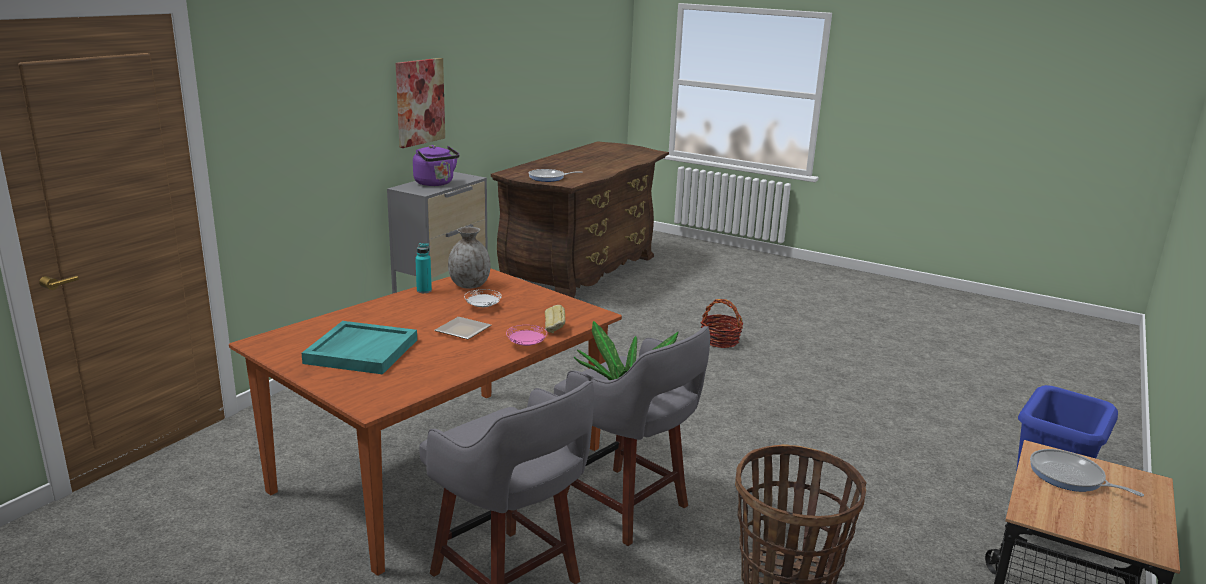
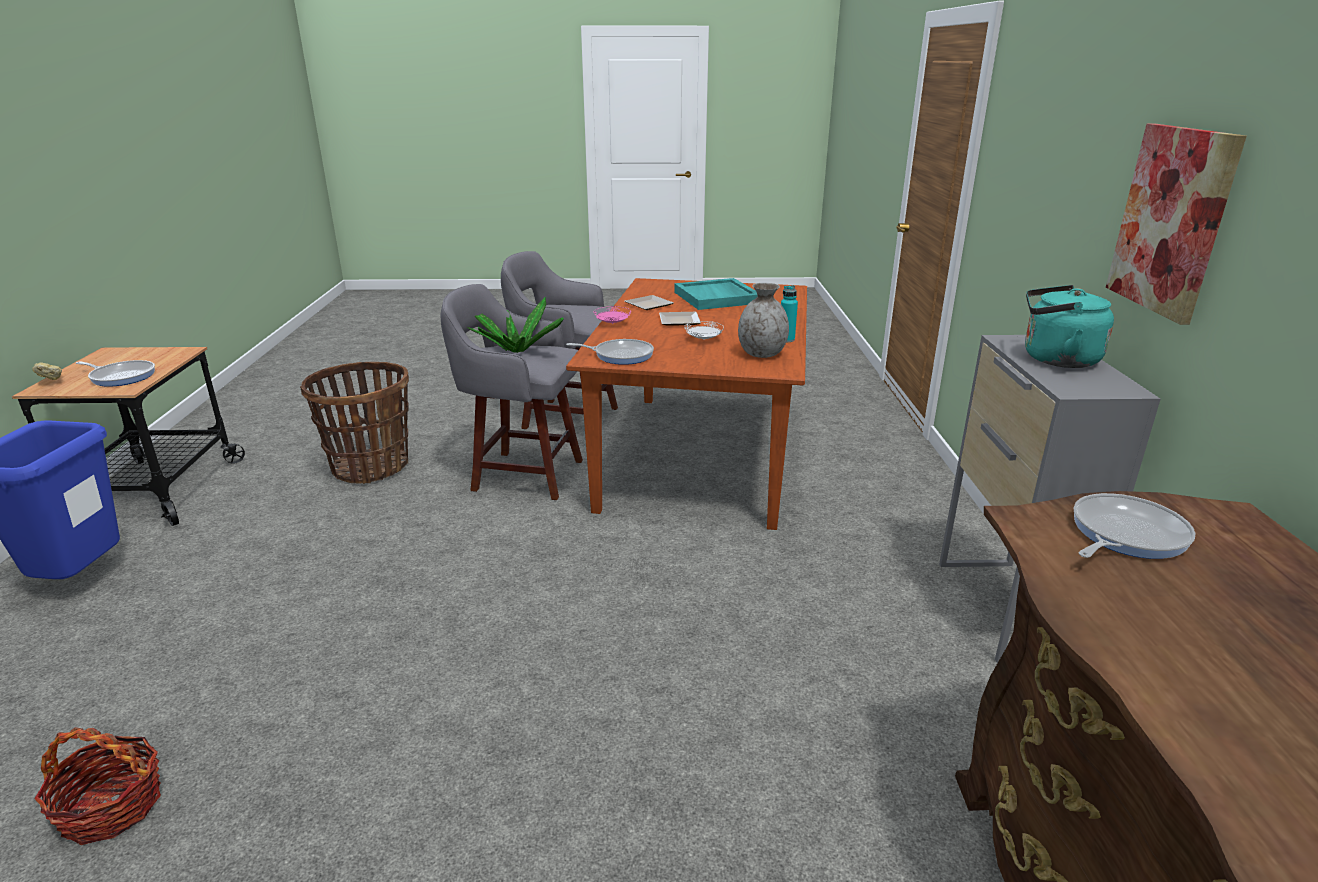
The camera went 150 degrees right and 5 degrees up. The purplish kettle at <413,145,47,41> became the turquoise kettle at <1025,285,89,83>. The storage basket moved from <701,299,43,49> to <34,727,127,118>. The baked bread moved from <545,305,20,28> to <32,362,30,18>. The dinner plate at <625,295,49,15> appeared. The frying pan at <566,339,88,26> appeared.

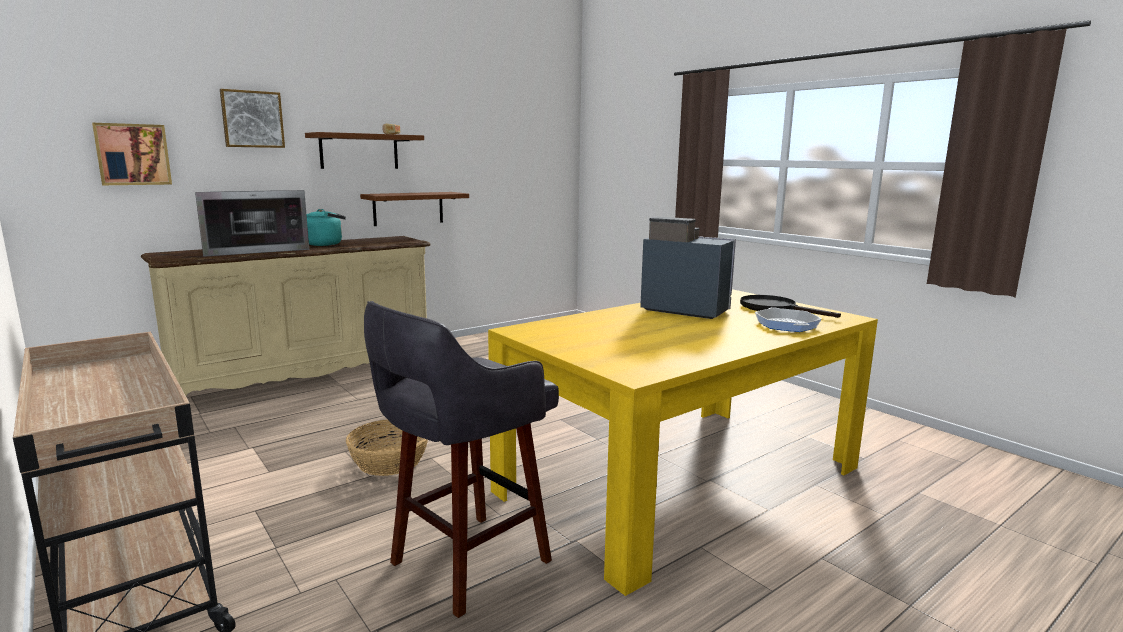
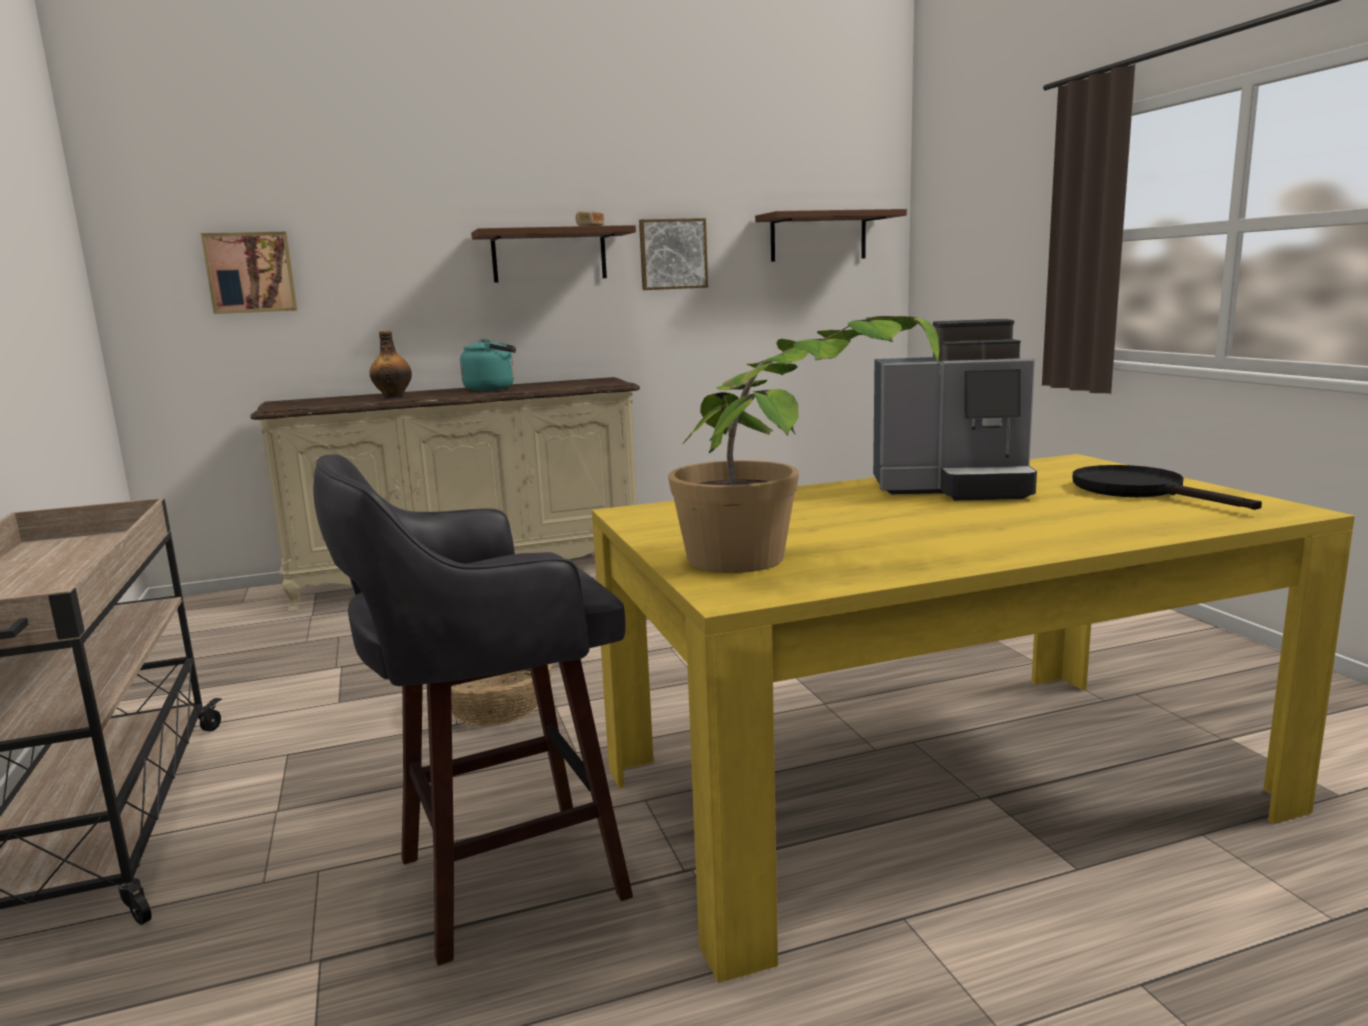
The camera went 20 degrees right and 0 degrees up. The picture moved from <220,89,65,59> to <639,218,69,72>. The microwave oven at <195,190,114,67> was replaced by the bottle at <370,331,42,67>. The brownish bracket shelf moved from <360,192,109,34> to <755,209,152,53>. The coffee machine at <640,217,96,102> turned 135 degrees clockwise. The frying pan at <755,307,67,25> disappeared. The plant in a pot at <668,316,271,257> appeared.

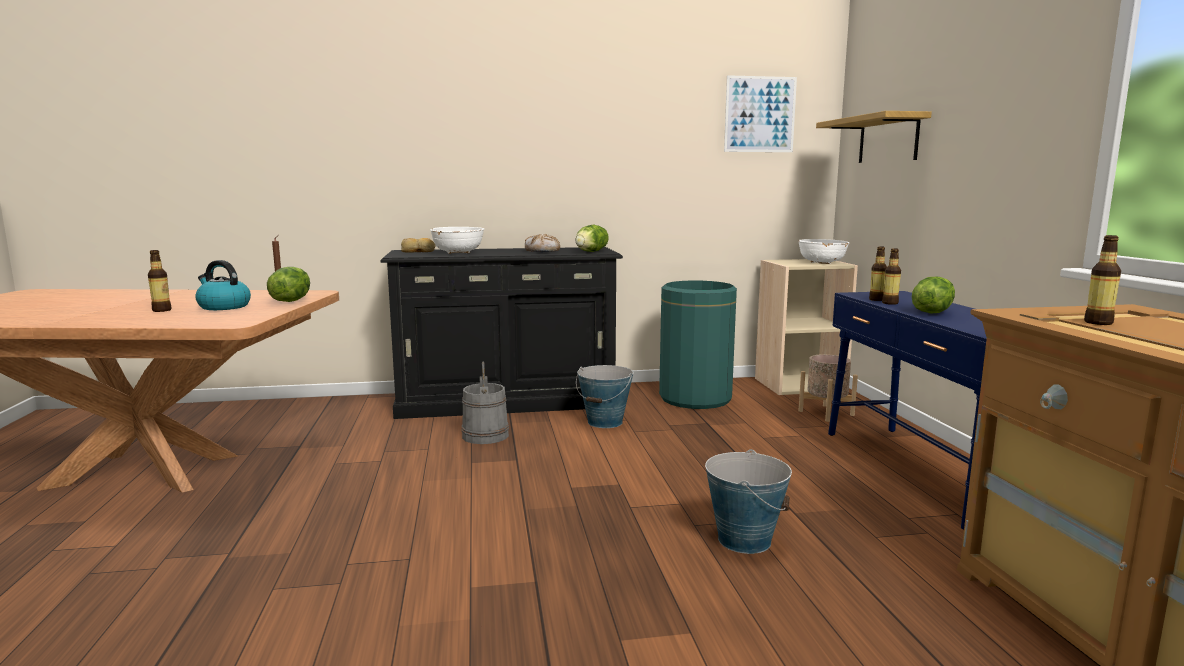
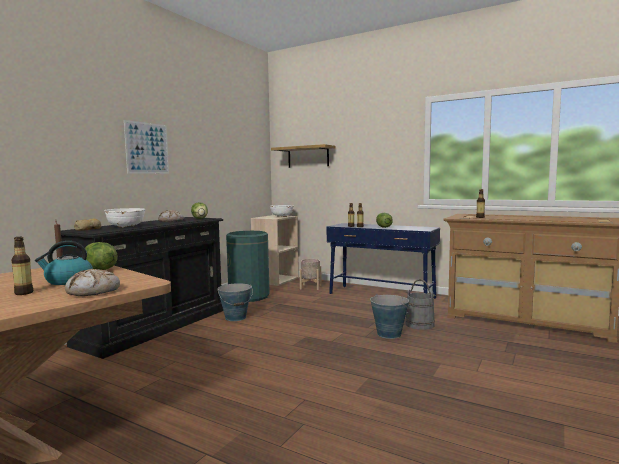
The camera went 50 degrees left and 5 degrees down. The picture moved from <724,75,73,77> to <124,120,45,54>. The greyish bucket moved from <462,361,47,83> to <405,279,31,51>. The baked bread at <65,269,55,27> appeared.

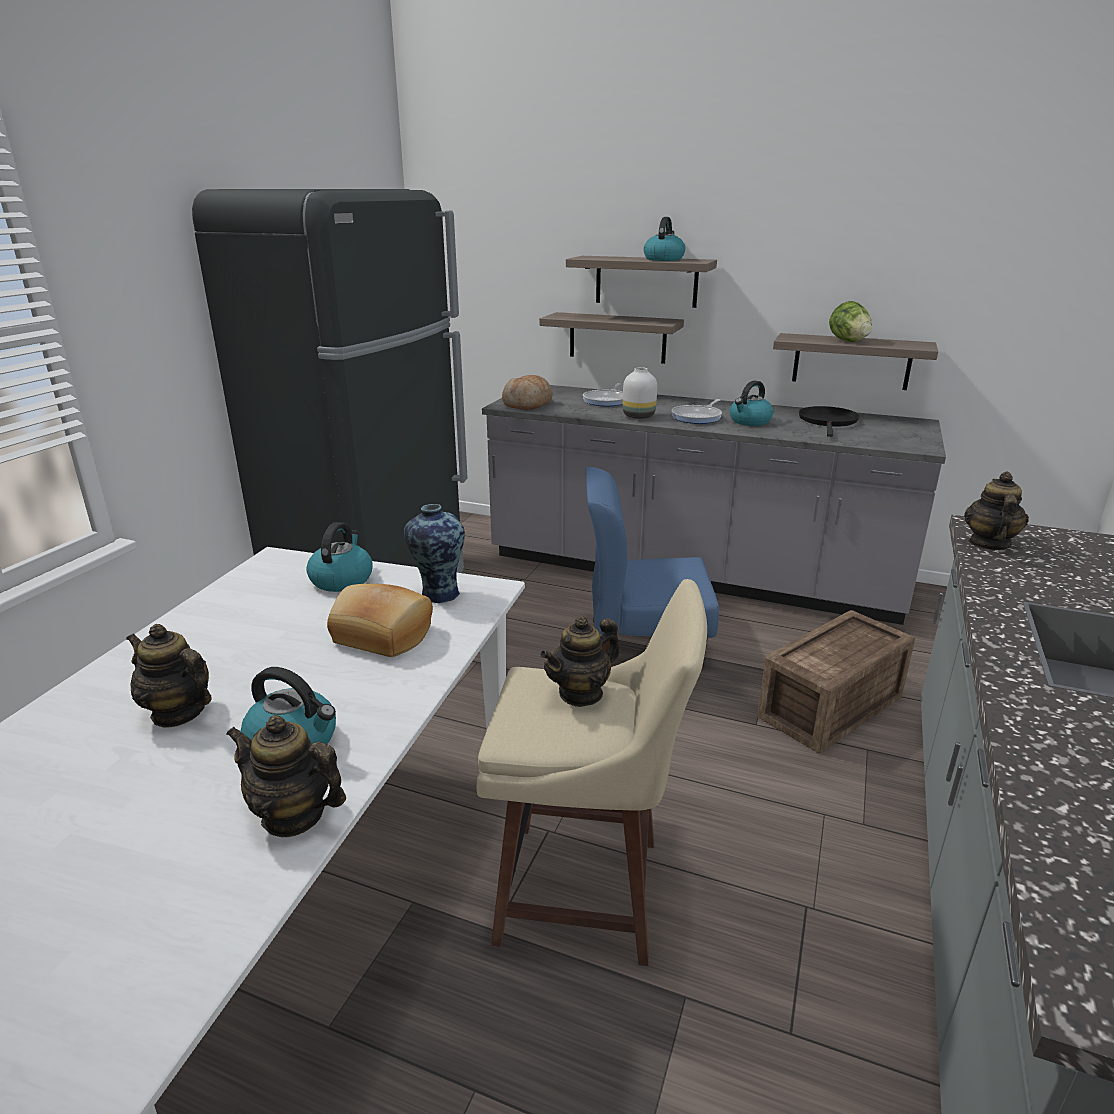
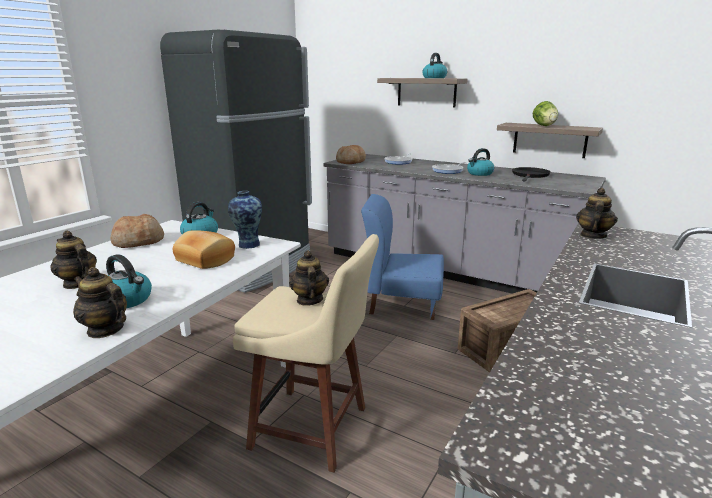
The camera went 10 degrees right and 5 degrees down. The bracket shelf at <539,312,145,52> disappeared. The white flower vase at <623,367,34,52> disappeared. The tea pot at <540,616,80,91> turned 105 degrees clockwise. The baked bread at <111,214,53,34> appeared.

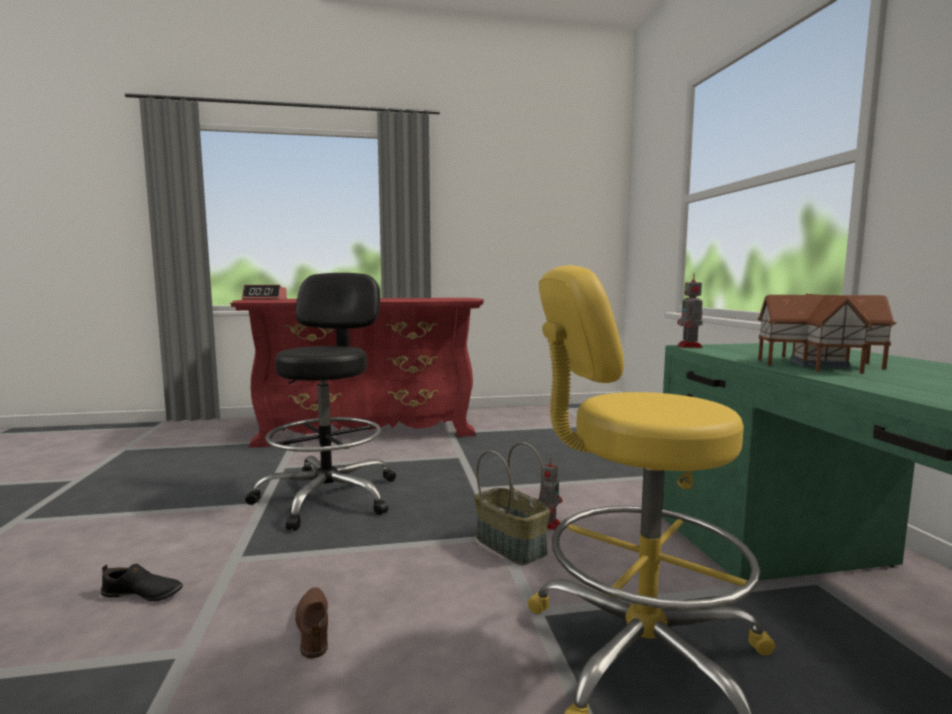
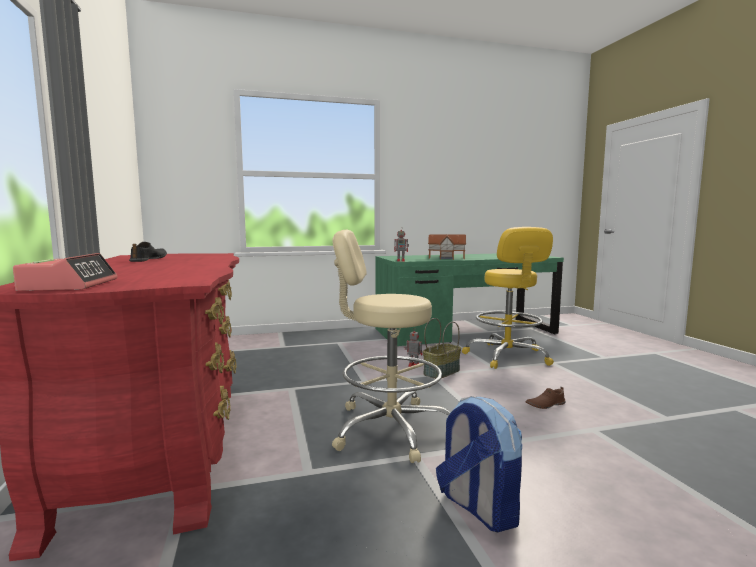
The camera went 95 degrees left and 0 degrees up. The black sitting stool at <245,273,151,257> became the beige sitting stool at <332,230,118,233>. The black item of footwear moved from <101,564,82,37> to <129,242,38,20>. The knapsack at <436,396,86,136> appeared.

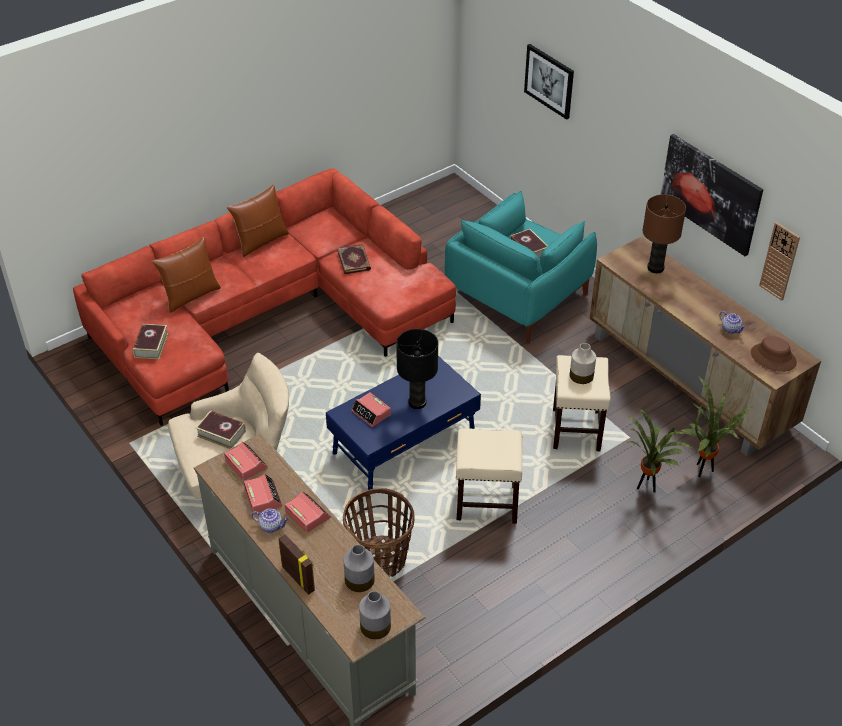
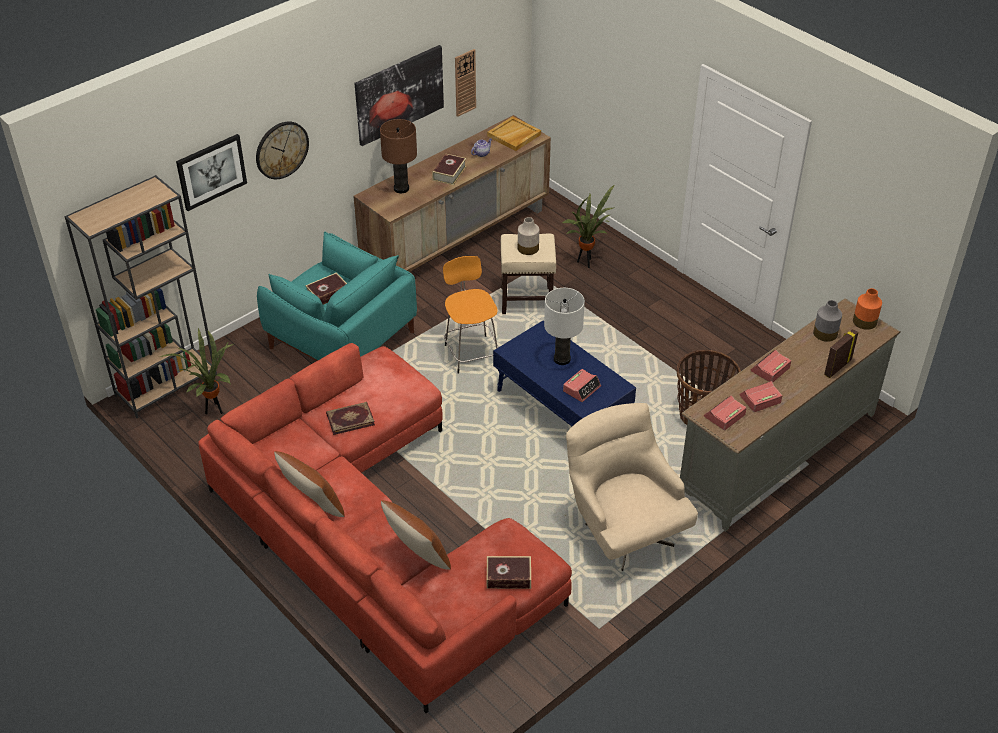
The camera went 95 degrees left and 0 degrees up. The black table lamp at <396,329,42,80> became the white table lamp at <544,288,41,77>. The brownish hat at <751,336,46,36> was replaced by the beige carrying tray at <487,116,54,35>. The plant in a pot moved from <680,376,76,101> to <160,327,73,87>. The volume moved from <196,410,50,39> to <432,154,35,31>. The beige sitting stool at <456,428,66,96> disappeared. The tea pot at <252,509,36,24> disappeared. The greyish flower vase at <359,591,32,48> became the orangey flower vase at <853,288,29,42>. The clock on the wall at <256,122,53,57> appeared. The shelving unit at <65,175,152,243> appeared. The orangey sitting stool at <443,256,55,118> appeared.

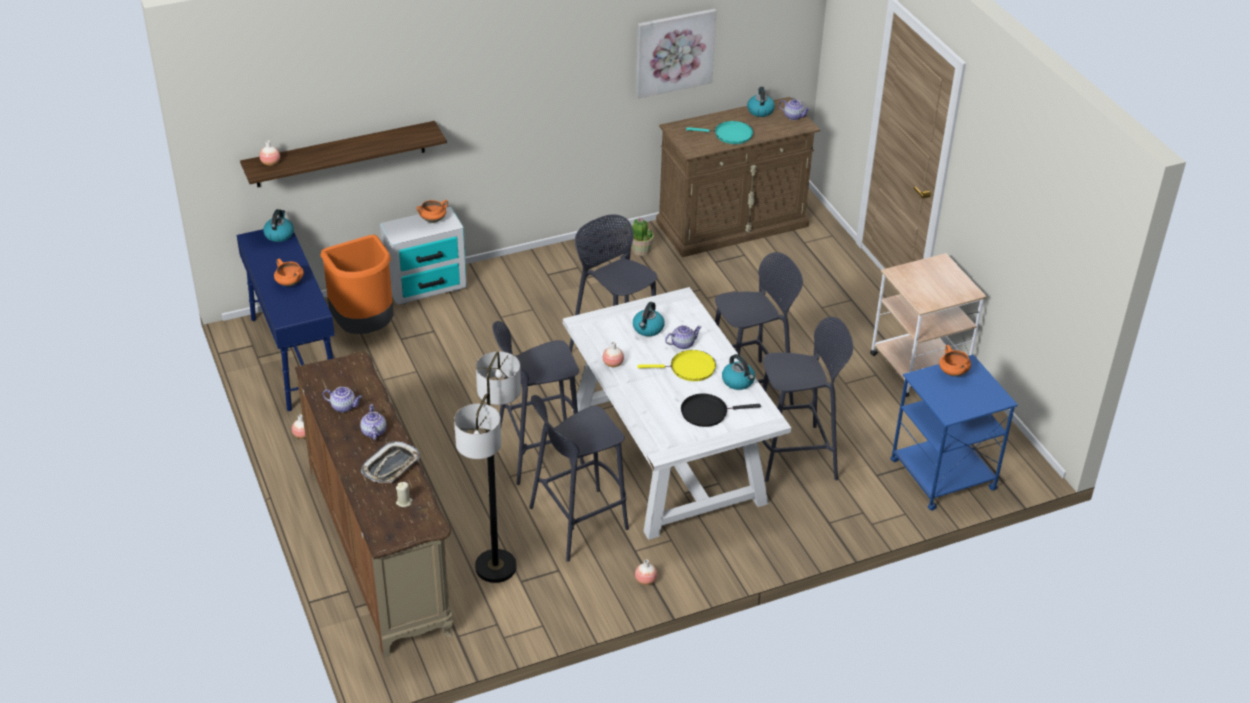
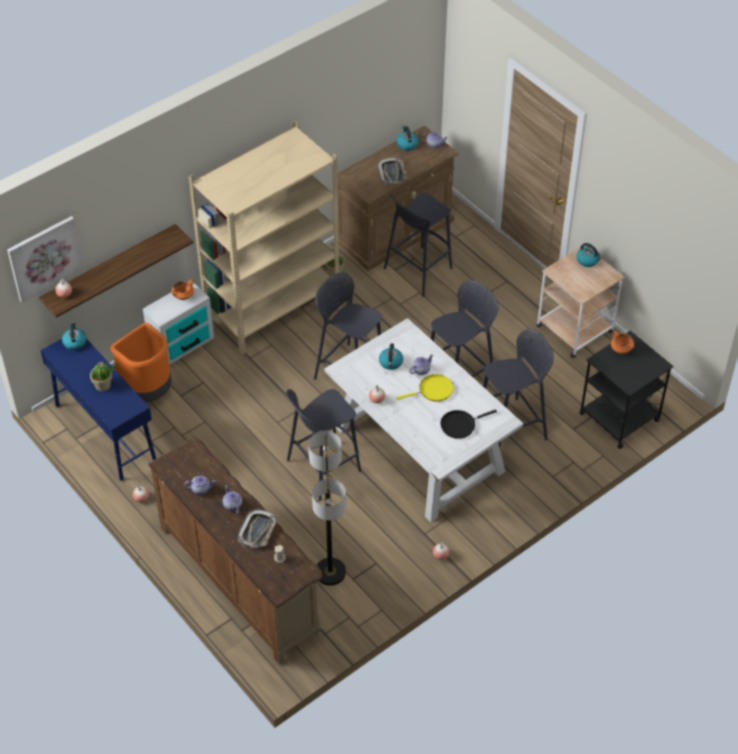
The camera went 15 degrees left and 10 degrees up. The picture moved from <636,9,81,90> to <7,216,77,87>. The turquoise frying pan at <686,121,67,23> was replaced by the carrying tray at <377,157,31,27>. The orangey cooking pot at <274,259,30,27> was replaced by the plant in a pot at <90,361,26,30>. The kettle moved from <722,354,33,36> to <577,243,25,24>. The blue-coloured wheeled cart at <890,355,128,156> became the black wheeled cart at <579,331,94,118>. The greyish sitting stool moved from <529,395,100,167> to <384,193,68,104>. The beige shelving unit at <189,120,150,234> appeared.

